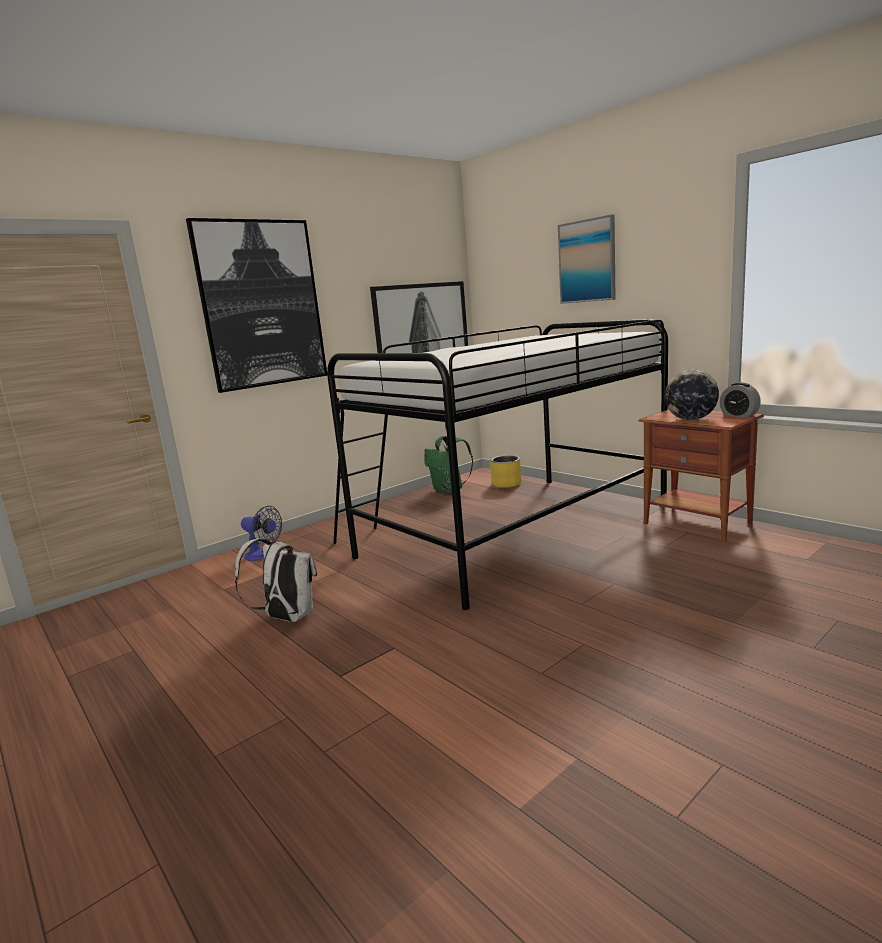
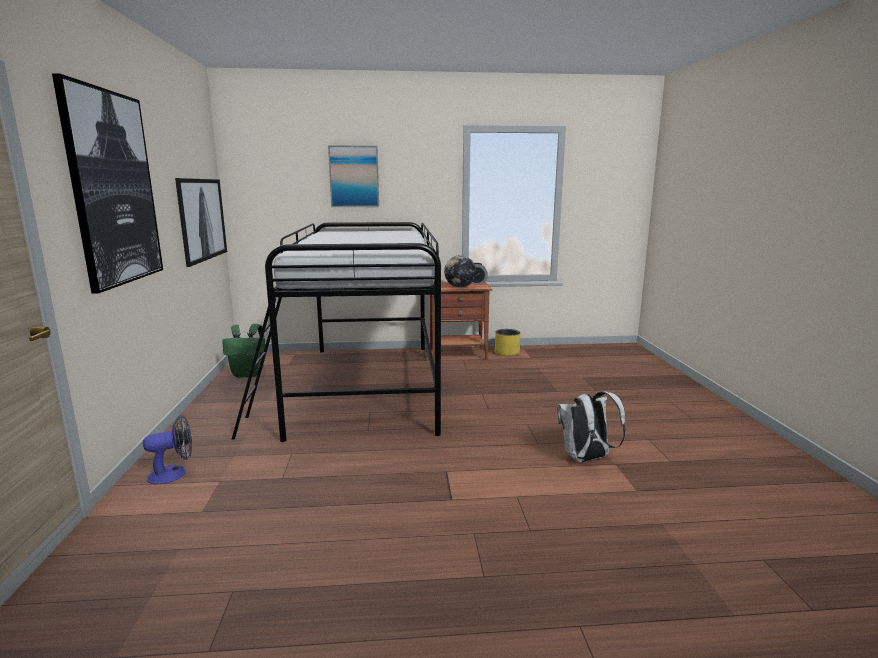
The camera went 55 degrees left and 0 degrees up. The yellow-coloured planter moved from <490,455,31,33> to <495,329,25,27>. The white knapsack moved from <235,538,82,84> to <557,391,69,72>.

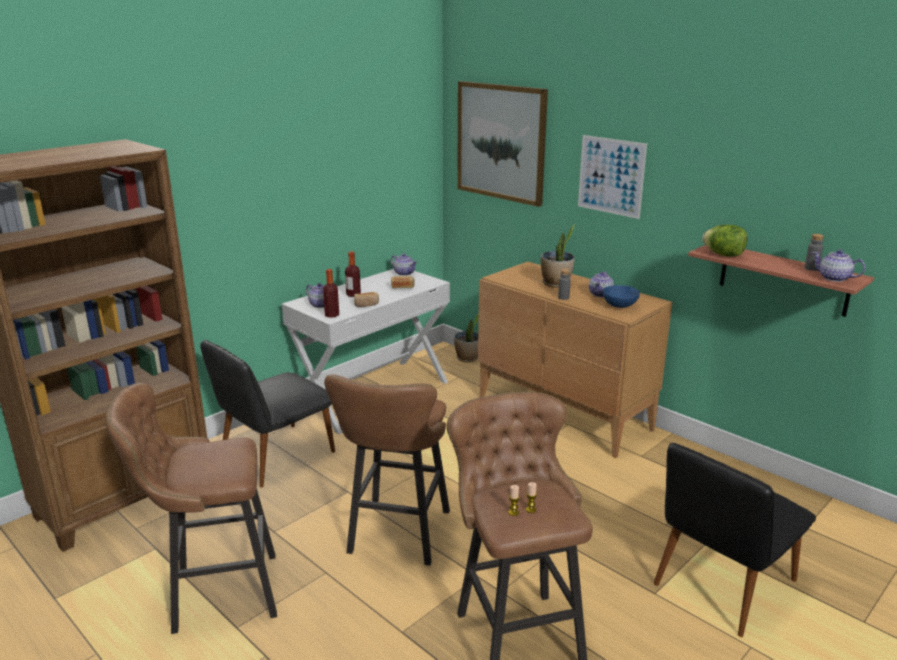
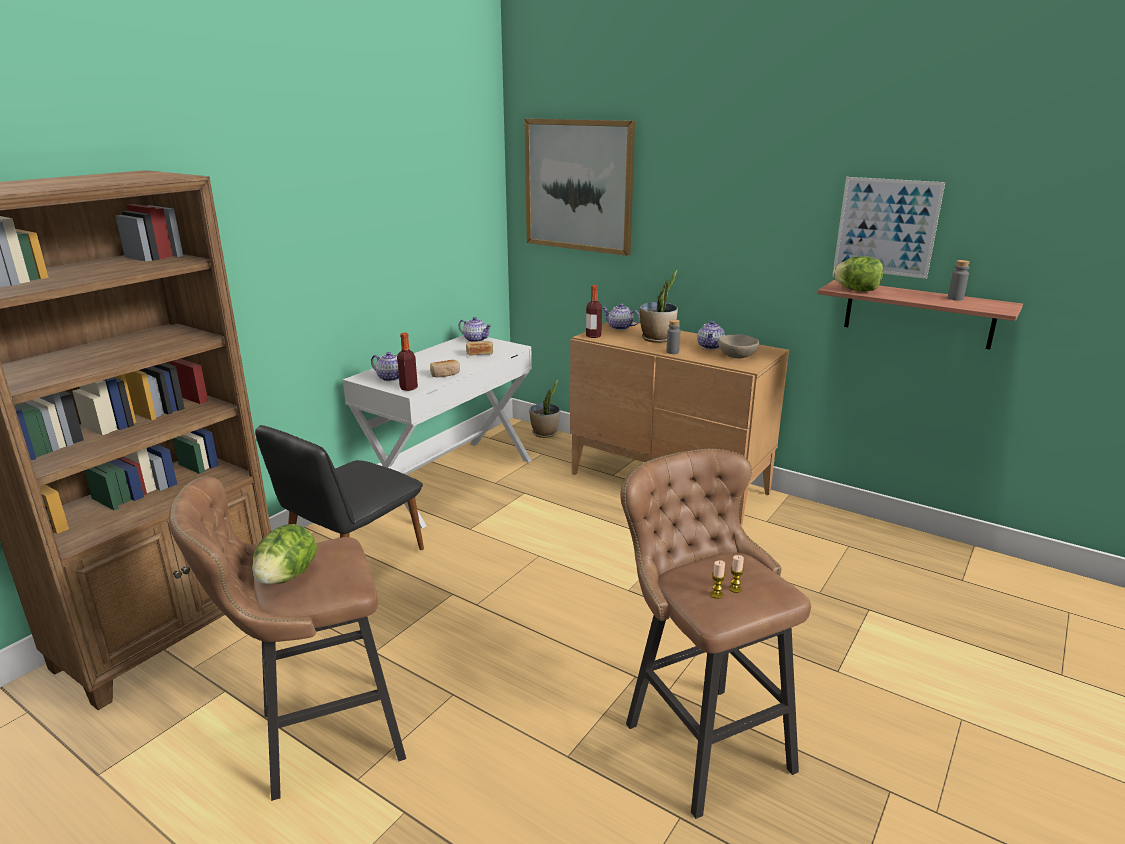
The camera went 10 degrees left and 0 degrees up. The picture moved from <578,135,69,84> to <833,177,112,102>. The tea pot moved from <812,249,53,33> to <602,304,38,26>. The bottle moved from <345,251,16,46> to <586,285,16,53>. The blue-coloured bowl at <603,285,37,23> became the beige bowl at <718,334,41,24>. The brownish sitting stool at <324,374,126,192> disappeared. The black chair at <654,443,162,194> disappeared. The lettuce head at <252,524,65,60> appeared.

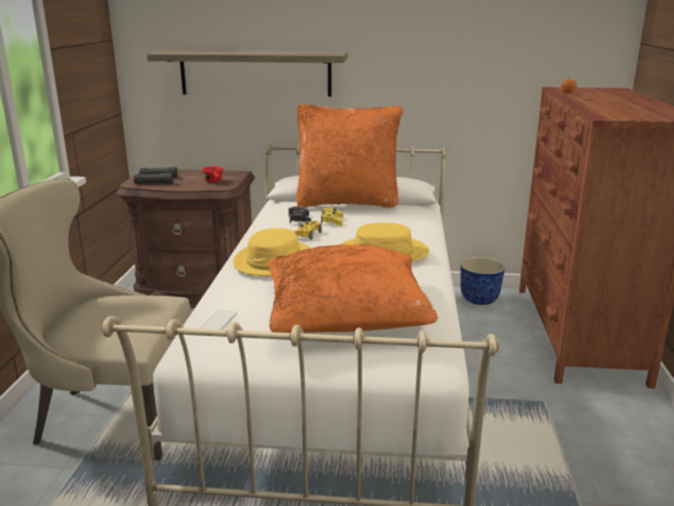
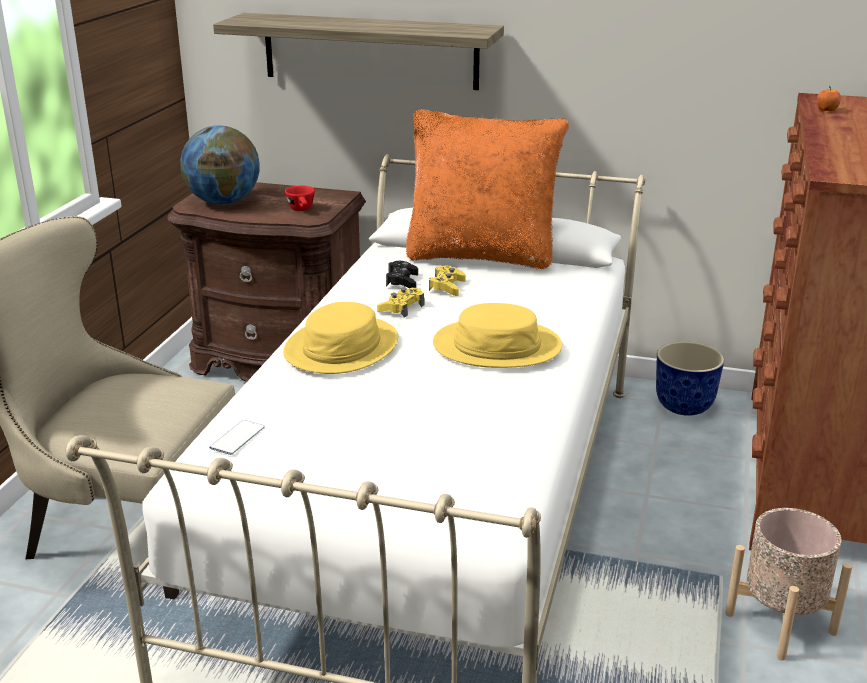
The camera went 10 degrees right and 5 degrees up. The black binoculars at <134,167,43,17> was replaced by the world globe at <180,125,80,79>. The orangey throw pillow at <268,244,170,89> disappeared. The beige planter at <725,508,127,152> appeared.

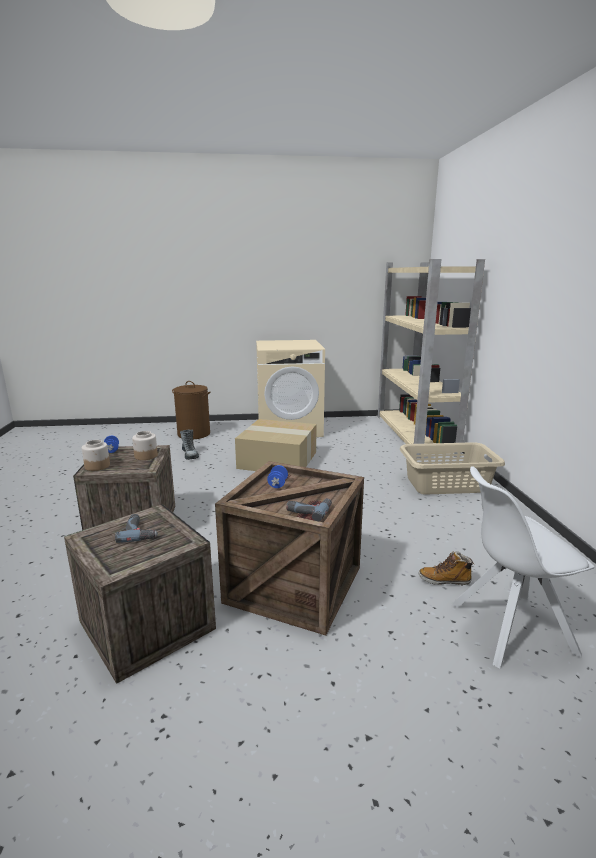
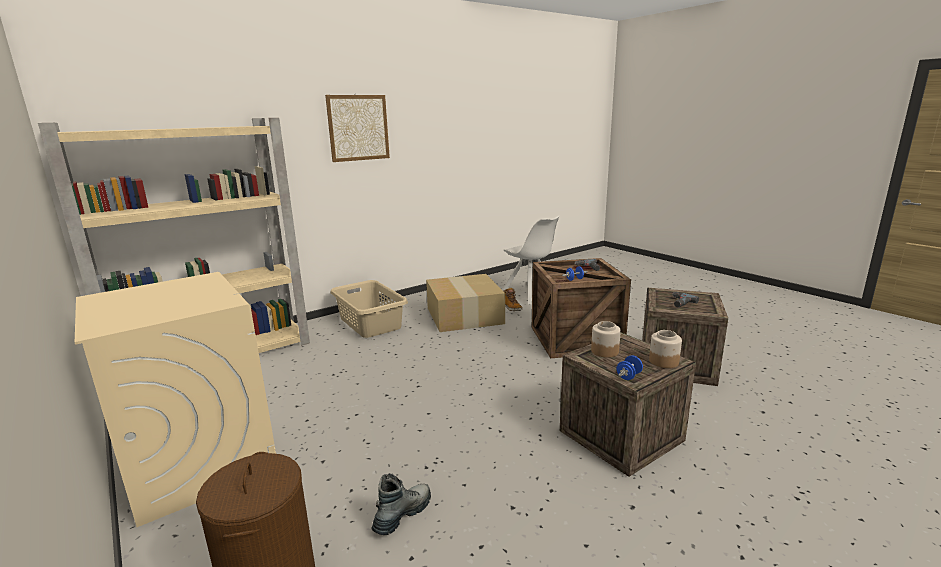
The camera went 120 degrees left and 0 degrees up. The packing box moved from <235,419,82,52> to <426,274,79,58>. The picture at <325,95,65,67> appeared.

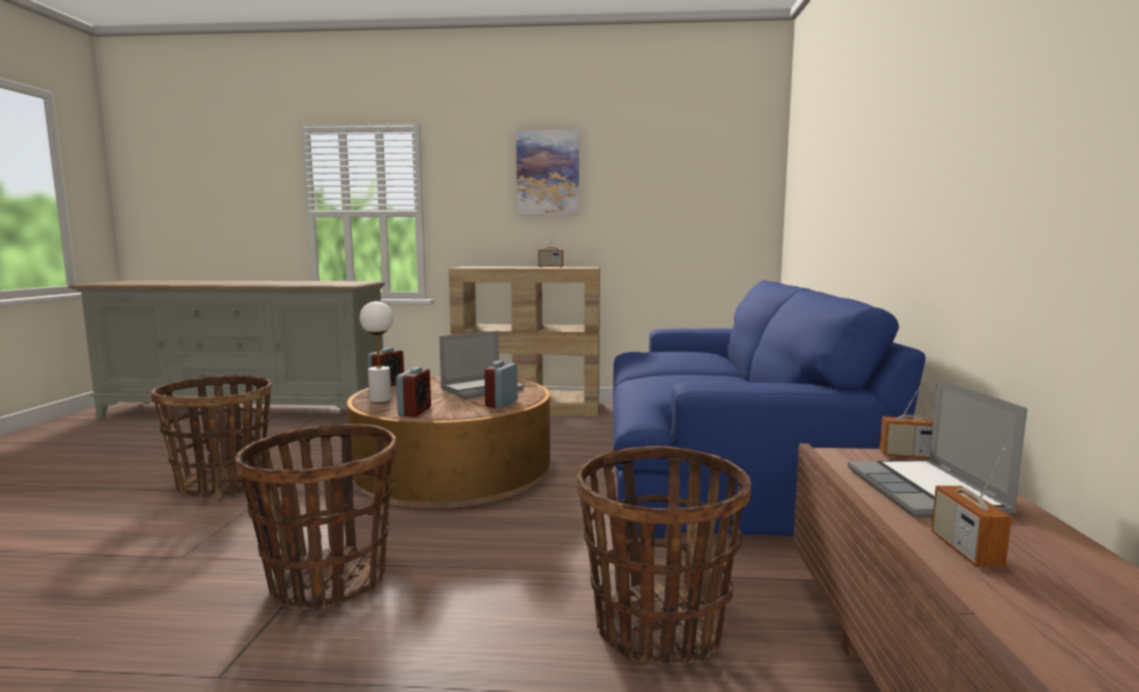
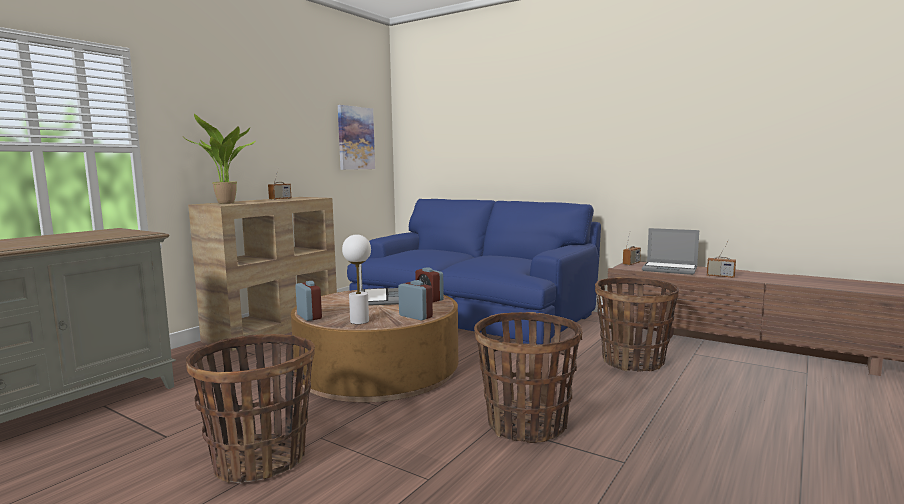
The camera went 60 degrees left and 0 degrees up. The picture moved from <516,129,63,86> to <338,105,37,65>. The plant in a pot at <185,114,71,90> appeared.

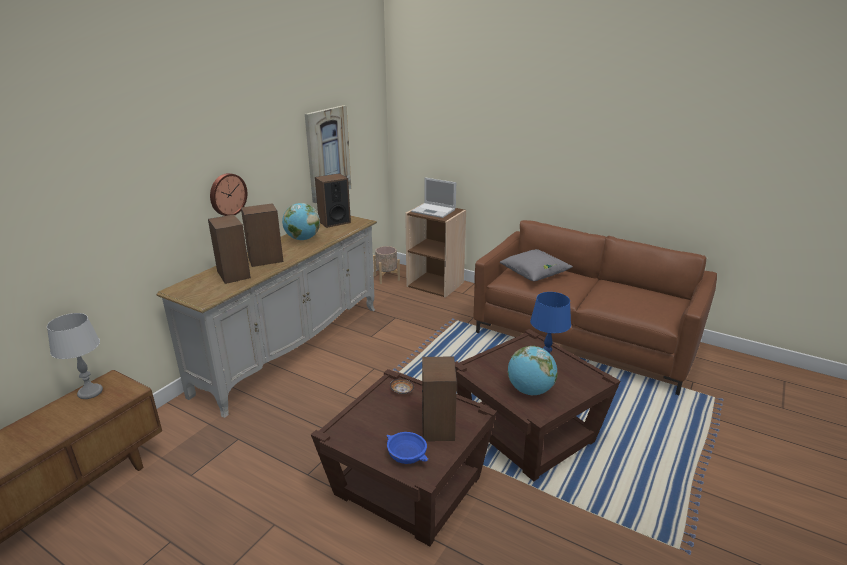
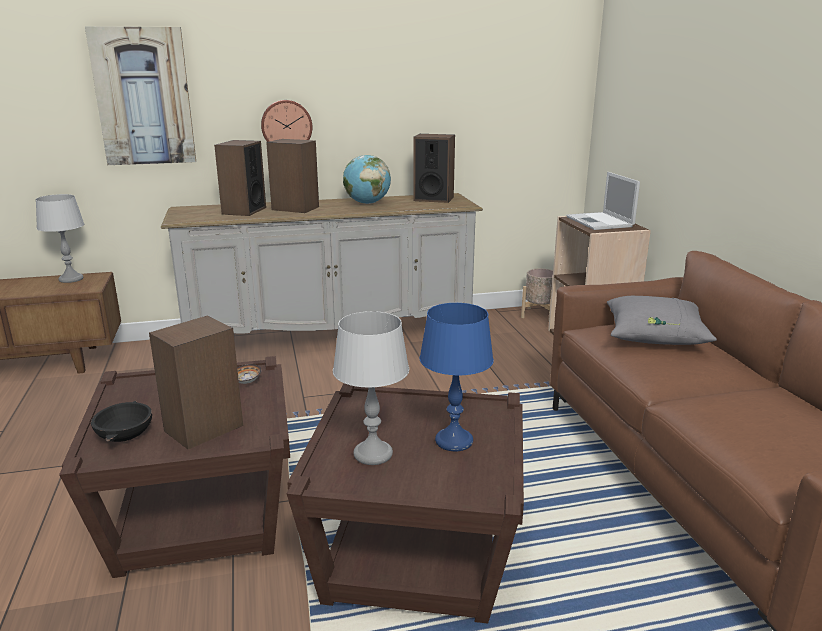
The camera went 45 degrees right and 5 degrees down. The picture moved from <305,105,46,98> to <85,26,111,139>. The world globe at <508,346,50,49> was replaced by the greyish table lamp at <333,311,76,154>. The blue-coloured bowl at <386,432,43,32> became the black bowl at <91,401,61,41>.

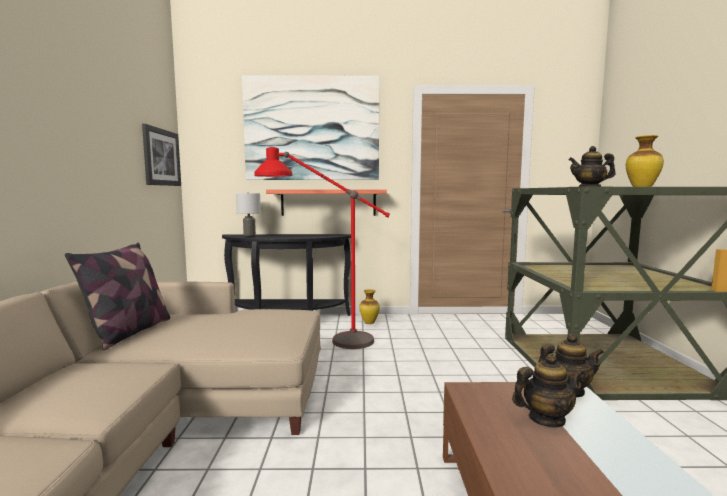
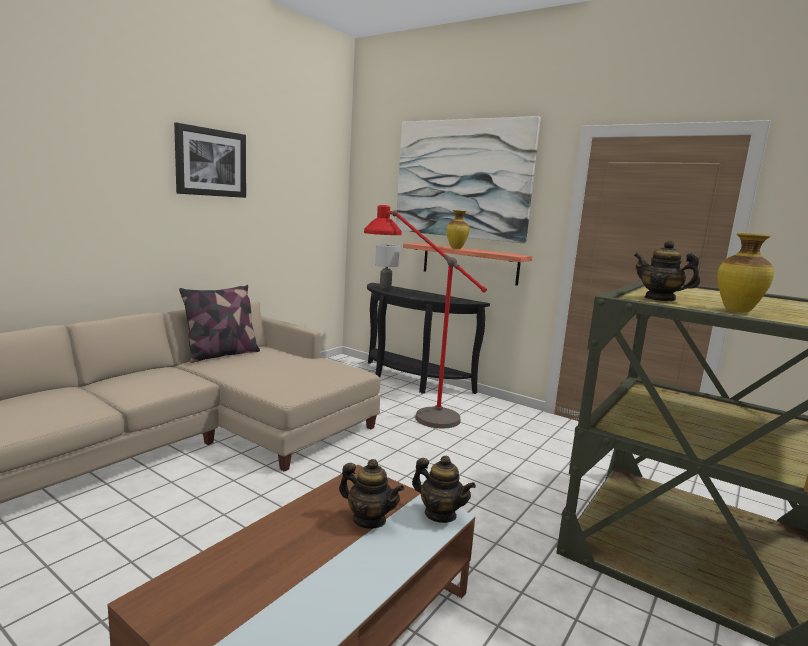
The camera went 35 degrees right and 5 degrees up. The picture moved from <142,124,39,62> to <174,122,72,76>. The flower vase moved from <359,289,21,35> to <446,210,23,39>.

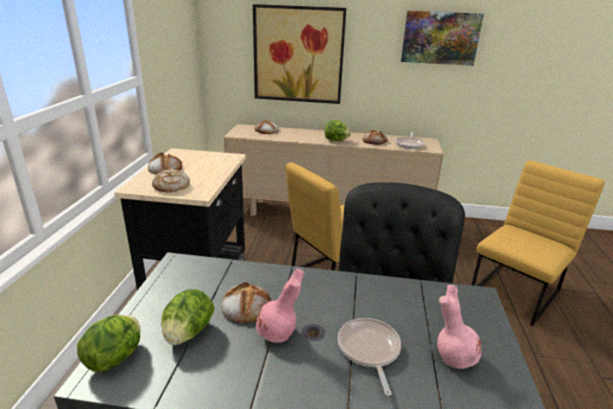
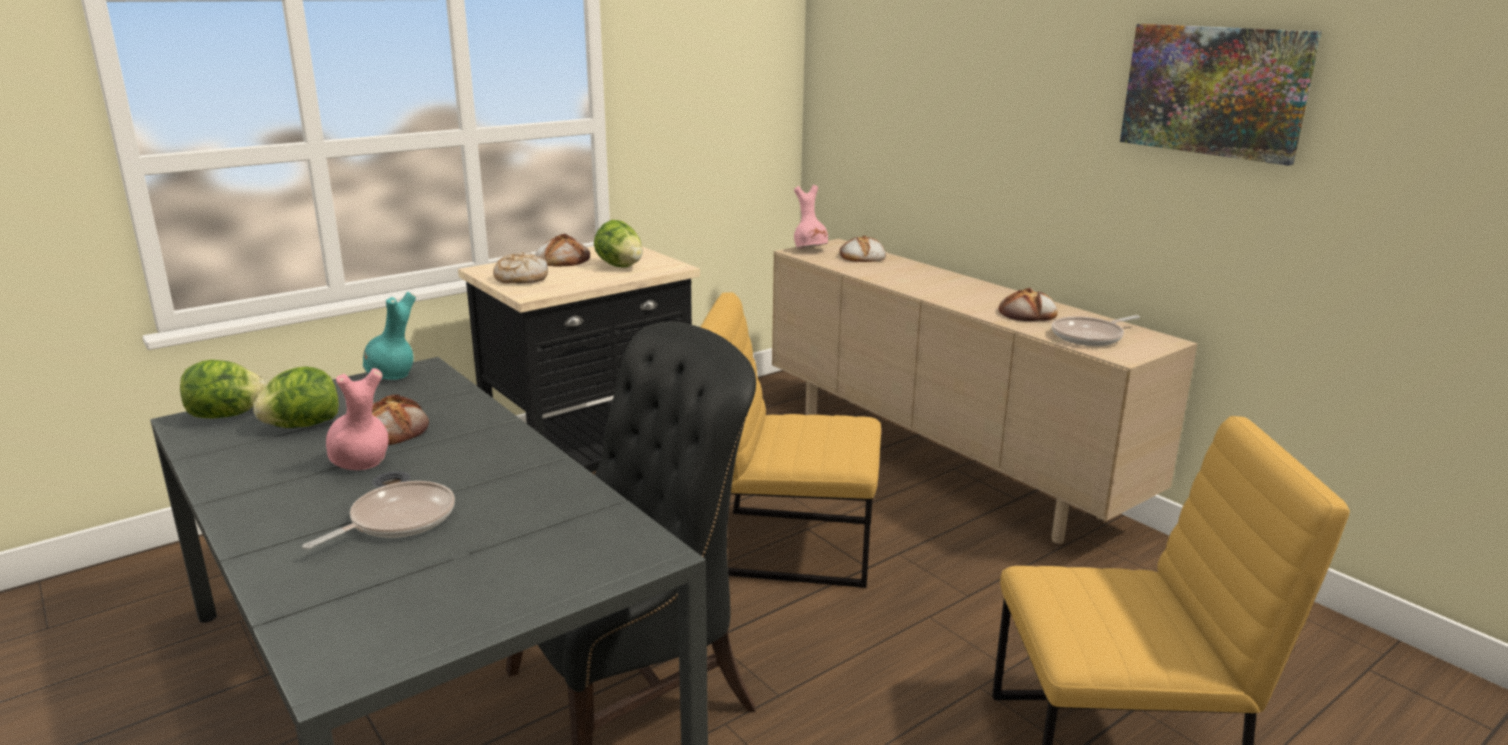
The camera went 45 degrees right and 5 degrees down. The picture at <253,4,93,100> disappeared. The lettuce head moved from <325,120,26,21> to <594,220,49,48>. The pink-coloured flower vase moved from <437,285,44,84> to <794,185,34,64>. The turquoise flower vase at <363,292,53,88> appeared.

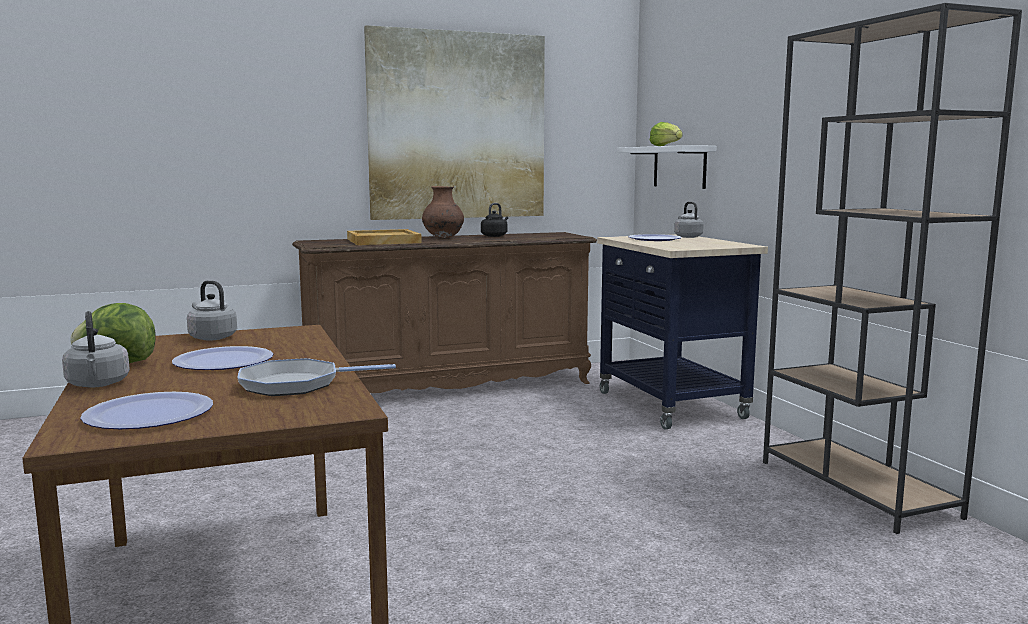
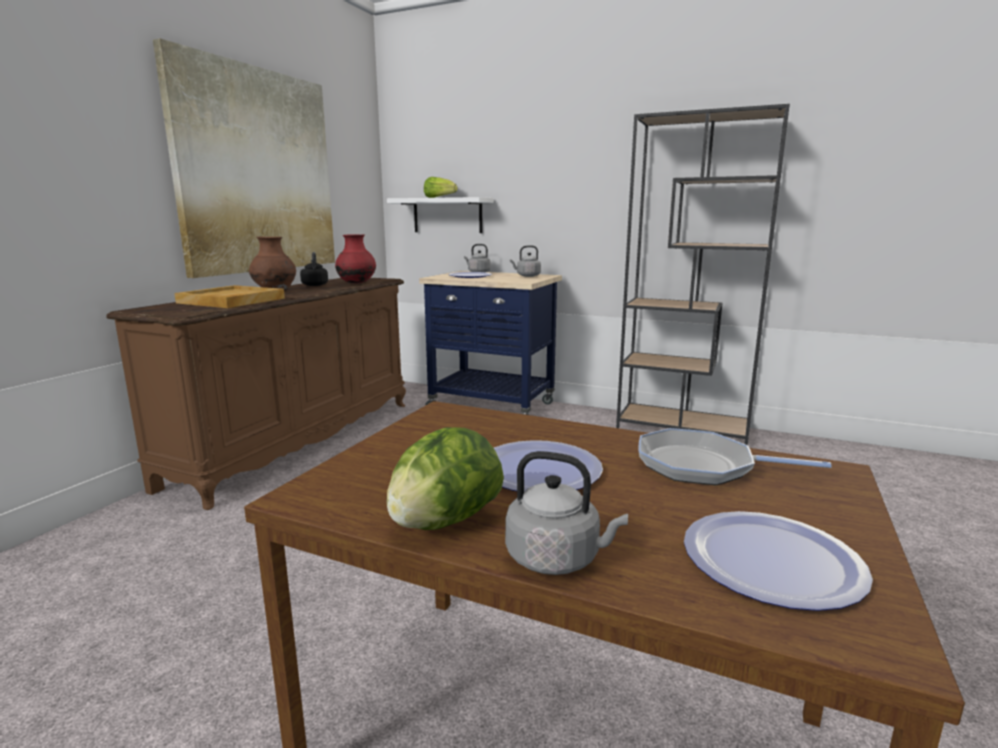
The camera went 45 degrees left and 5 degrees up. The greyish kettle moved from <187,280,50,60> to <510,245,31,32>. The frying pan at <238,358,158,38> turned 75 degrees clockwise. The red flower vase at <335,235,41,49> appeared.

